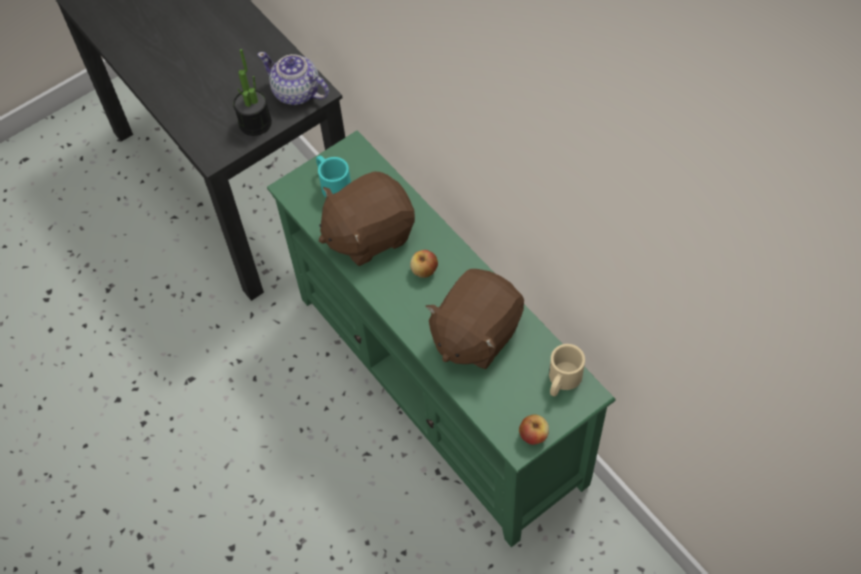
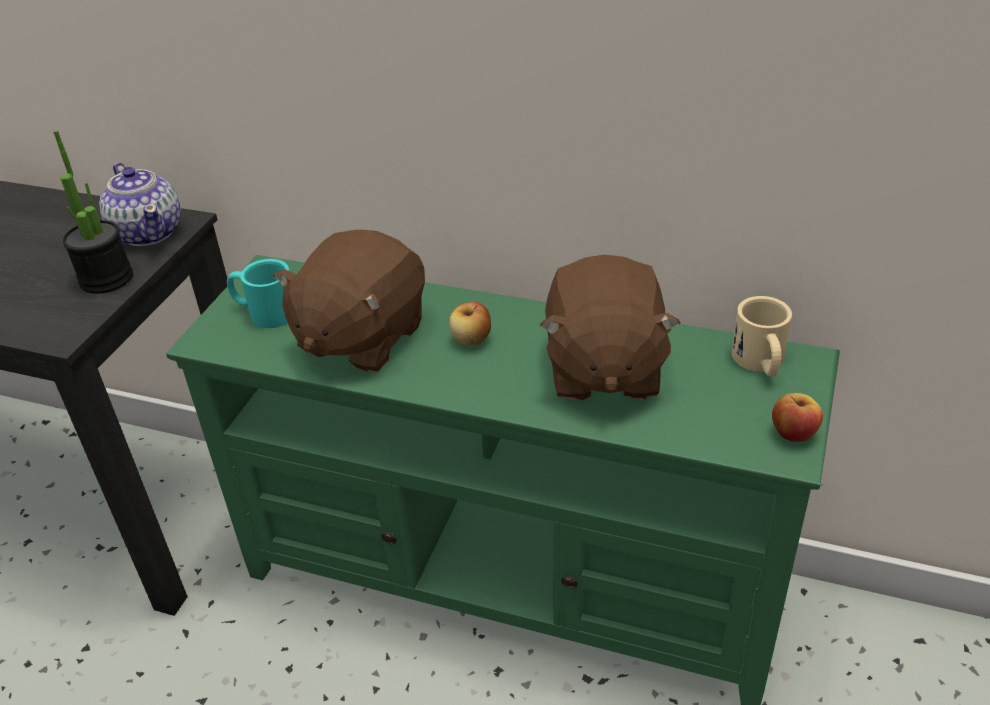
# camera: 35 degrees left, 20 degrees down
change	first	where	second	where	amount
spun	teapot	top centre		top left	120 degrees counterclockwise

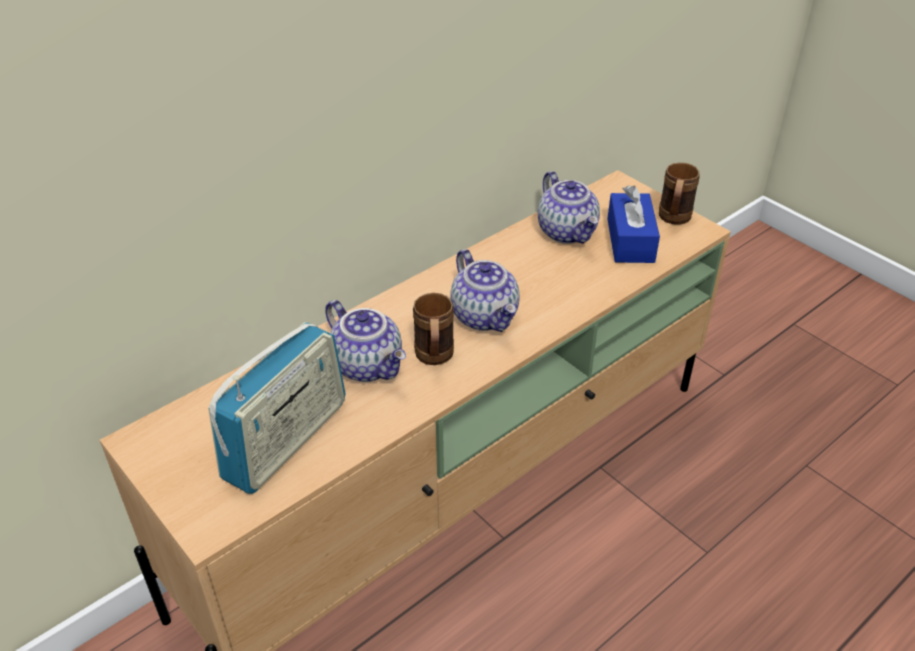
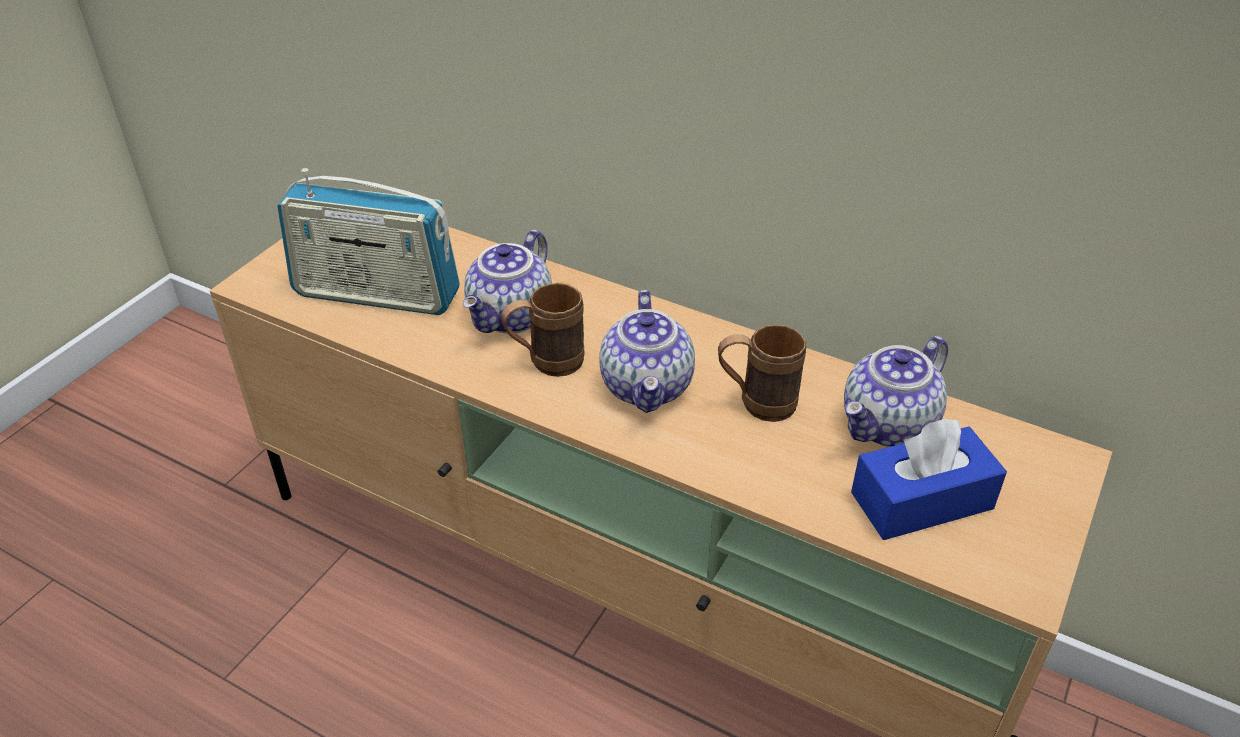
# camera: 70 degrees right, 0 degrees up
change	first	where	second	where	amount
spun	teapot (no. 2 from left)	centre		centre	45 degrees counterclockwise
relocated	mug in brown (no. 2 from left)	top right		centre	

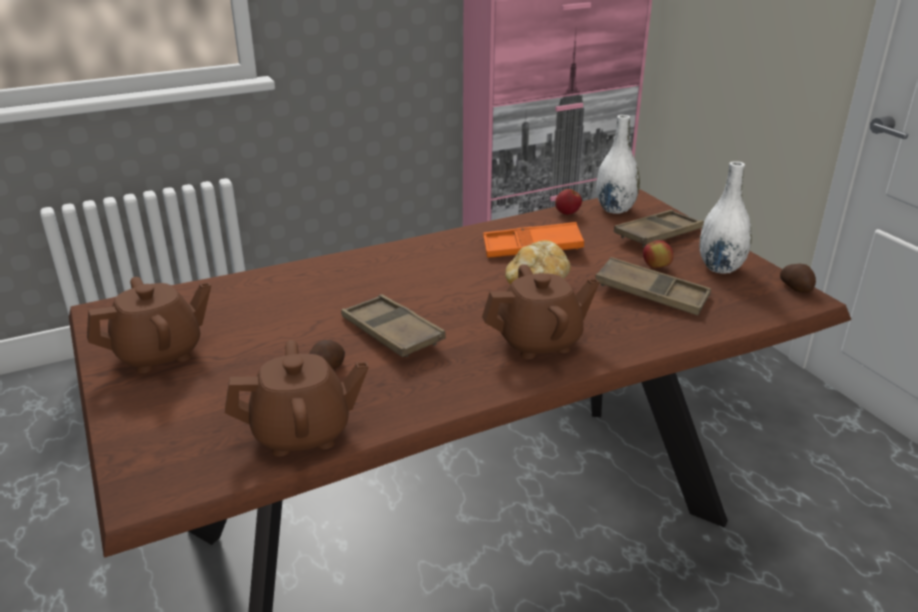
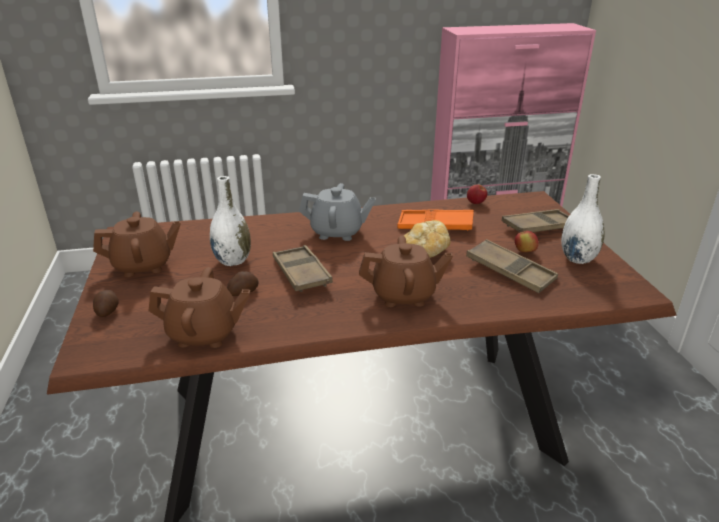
# camera: 15 degrees right, 0 degrees up
change	first	where	second	where	amount
relocated	vase in white (no. 1 from left)	top right		middle left	
relocated	potato (no. 2 from left in the first image)	middle right	potato (no. 1 from left)	middle left	
appeared			teapot in grey	centre	

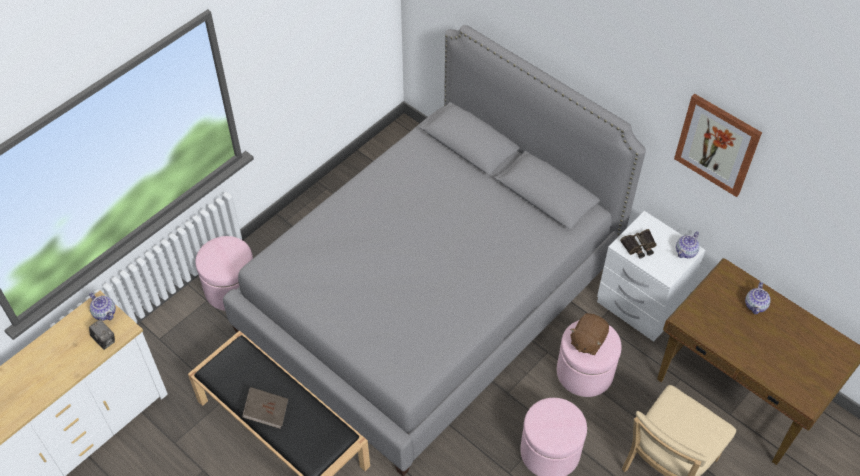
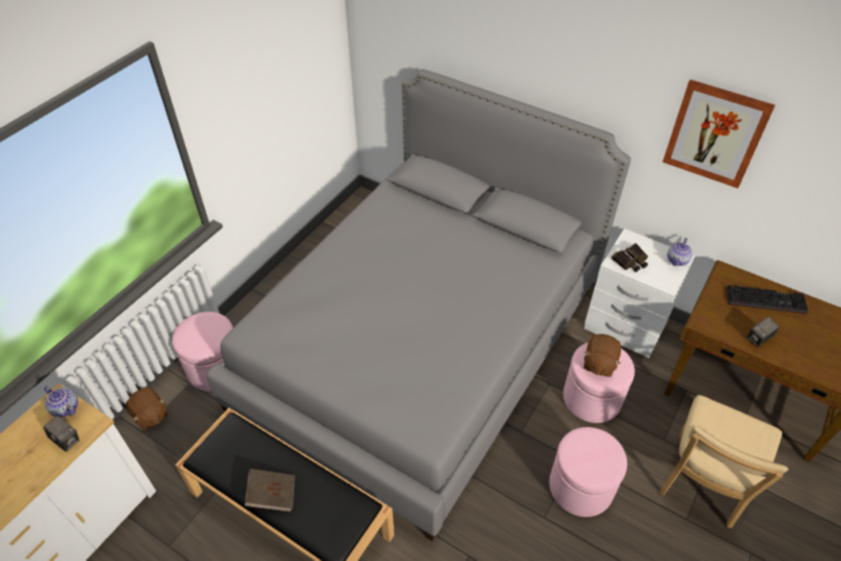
# camera: 10 degrees left, 5 degrees down
change	first	where	second	where	amount
exchanged	teapot (no. 3 from left)	middle right	keyboard	middle right	
appeared			plush toy in brown (no. 1 from left)	bottom left	
appeared			photo camera (no. 2 from left)	middle right	

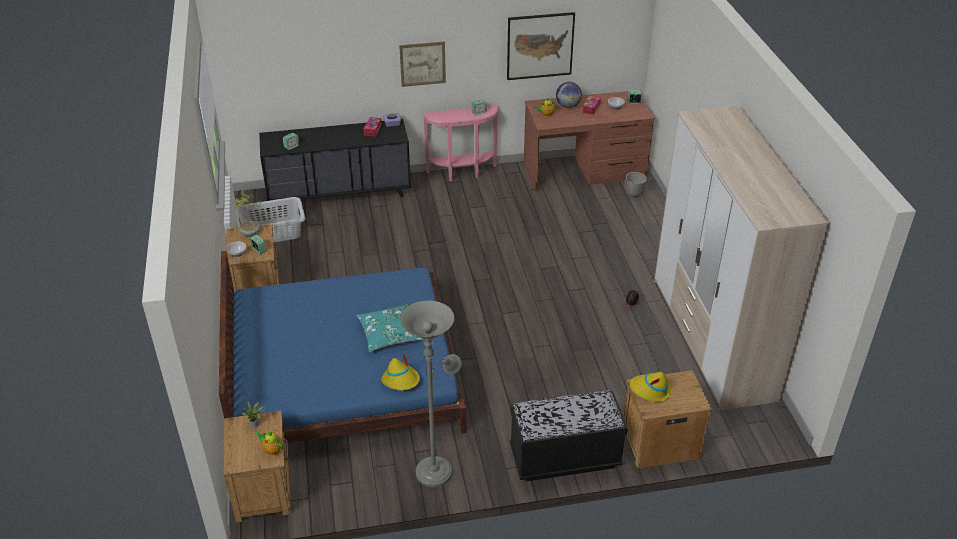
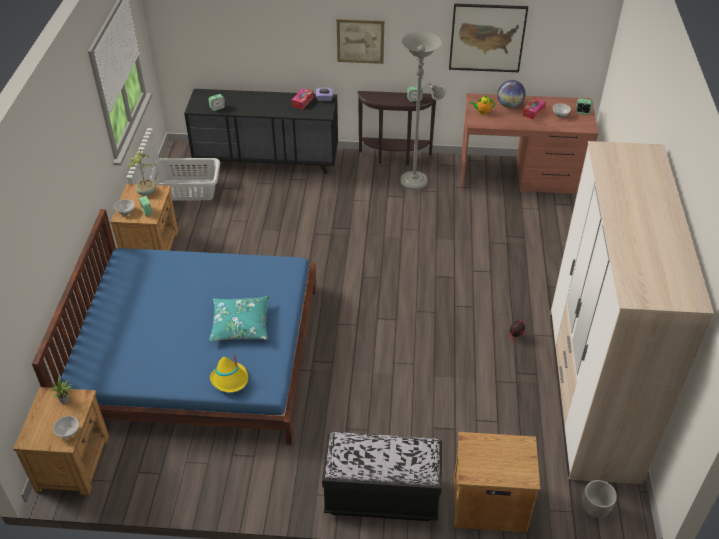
# camera: 15 degrees right, 5 degrees up
change	first	where	second	where	amount
exchanged	teapot (no. 1 from left)	bottom left	bowl (no. 1 from left)	bottom left	
relocated	floor lamp in grey	bottom centre		top centre	
colour	console table in pink	top centre	console table in brown	top centre	
relocated	planter	centre		bottom right	
missing	hat in yellow (no. 2 from left)	bottom right			

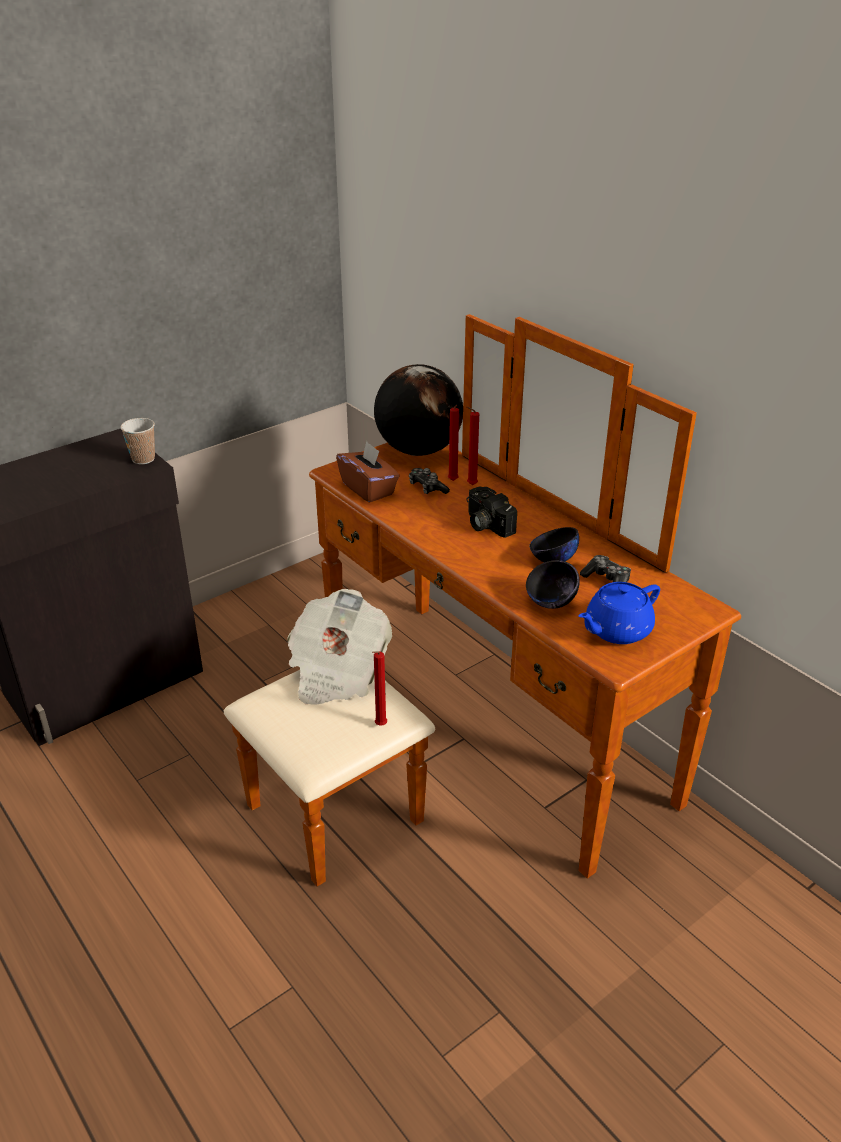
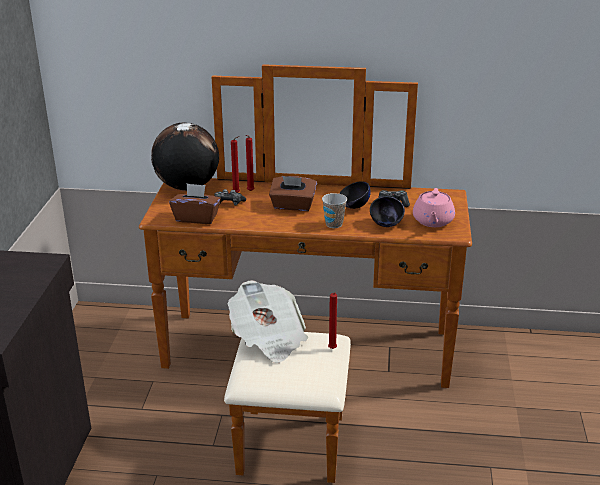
# camera: 45 degrees left, 5 degrees down
change	first	where	second	where	amount
relocated	cup	middle left		centre	
exchanged	photo camera	centre	tissue box in brown (no. 2 from left)	centre	
colour	teapot in blue	middle right	teapot in pink	middle right	

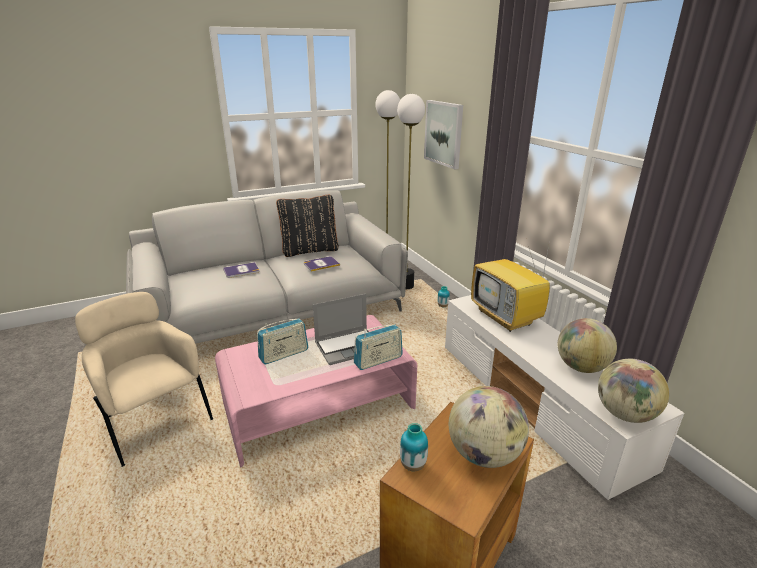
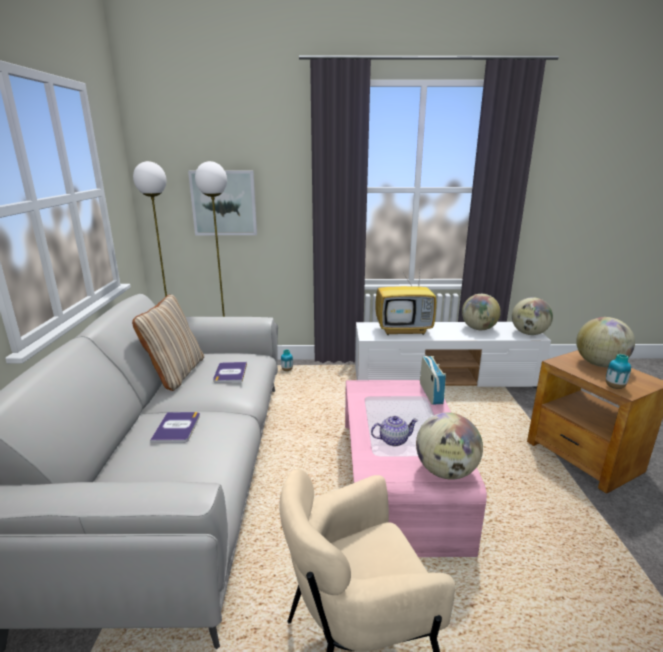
# camera: 65 degrees left, 5 degrees down
change	first	where	second	where	amount
exchanged	radio (no. 1 from left)	centre	teapot	centre	
colour	pillow in black	centre	pillow in beige	middle left	
missing	laptop	centre			
appeared			globe (no. 1 from left)	bottom right	

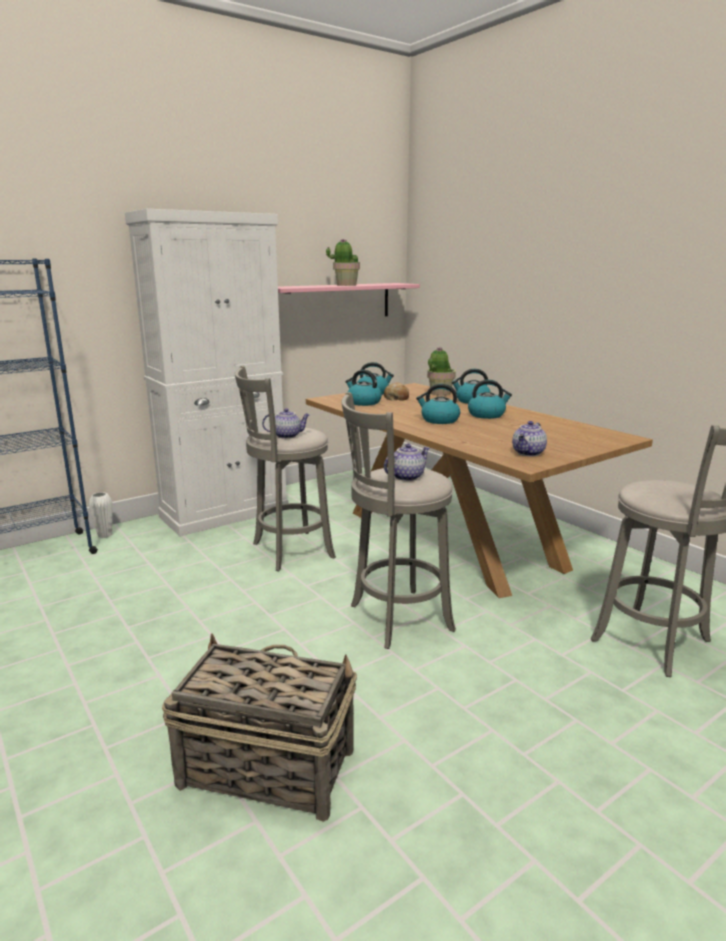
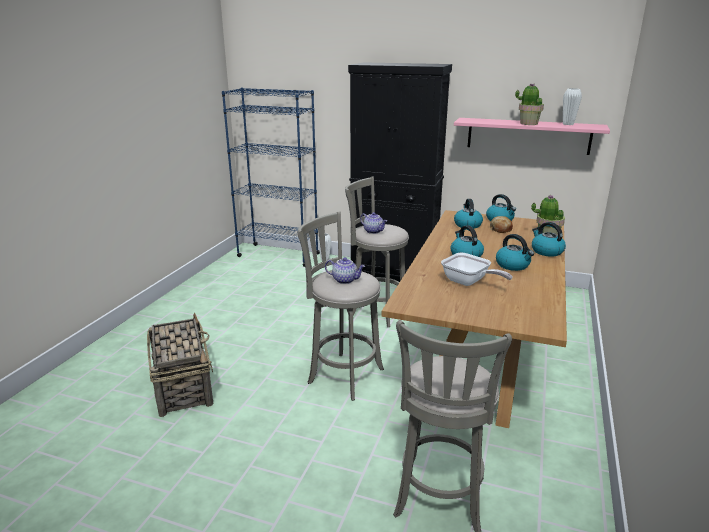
# camera: 55 degrees right, 5 degrees up
change	first	where	second	where	amount
colour	cabinet in white	middle left	cabinet in black	top centre	
missing	teapot (no. 3 from left)	middle right			
appeared			frying pan	middle right	
appeared			vase in white (no. 2 from left)	top right	

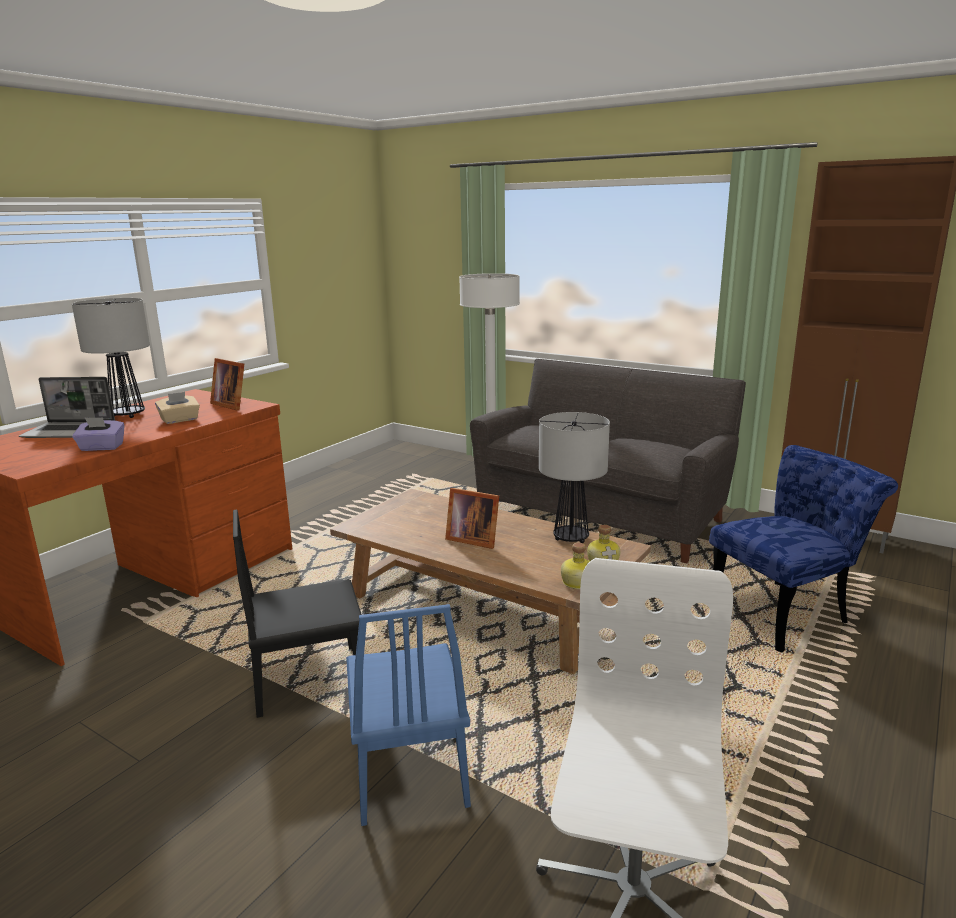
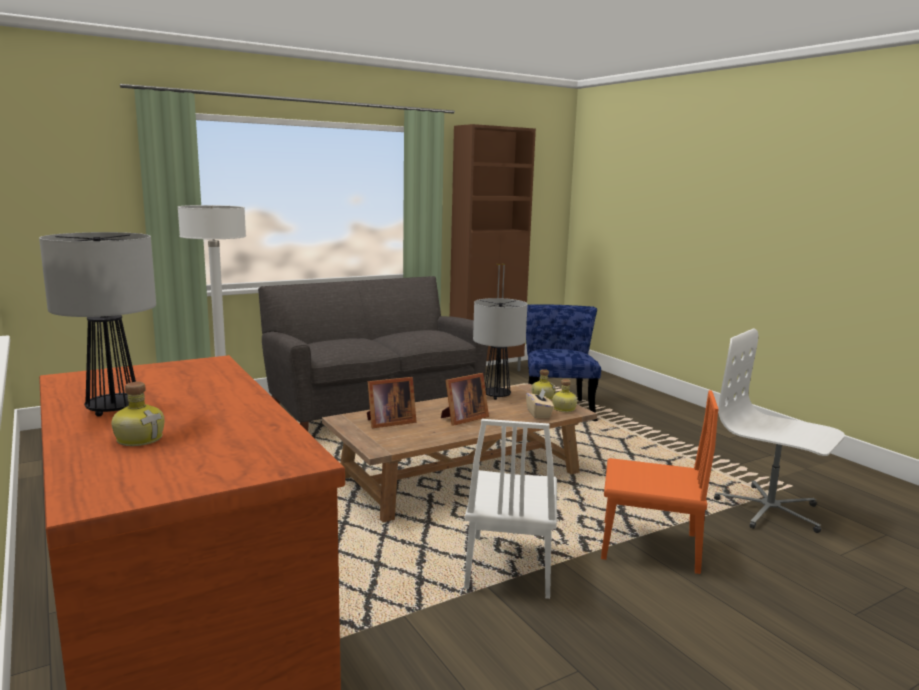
# camera: 65 degrees left, 5 degrees down
change	first	where	second	where	amount
exchanged	laptop	middle left	bottle (no. 1 from left)	middle left	
missing	tissue box in purple	middle left			
relocated	tissue box in beige	middle left		centre	
relocated	picture frame (no. 1 from left)	middle left		centre	
colour	chair in black	bottom left	chair in white	bottom centre	
colour	chair in blue (no. 1 from left)	bottom centre	chair in orange	bottom right	

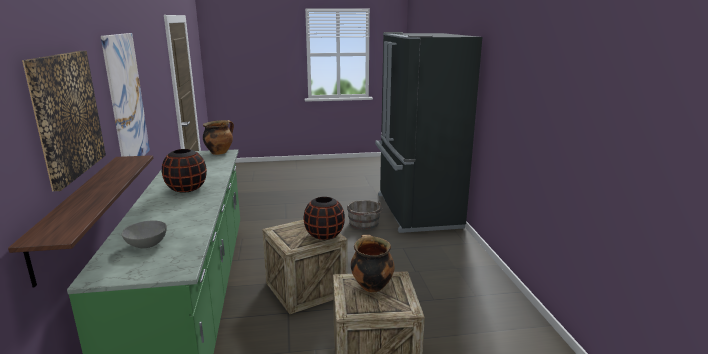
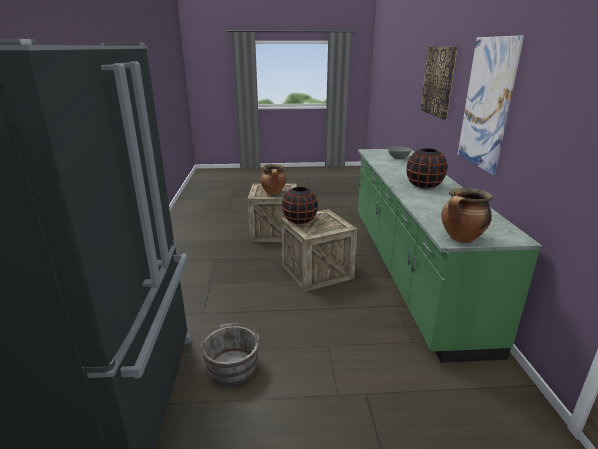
# camera: 175 degrees left, 5 degrees up
change	first	where	second	where	amount
missing	shelf	middle left			

